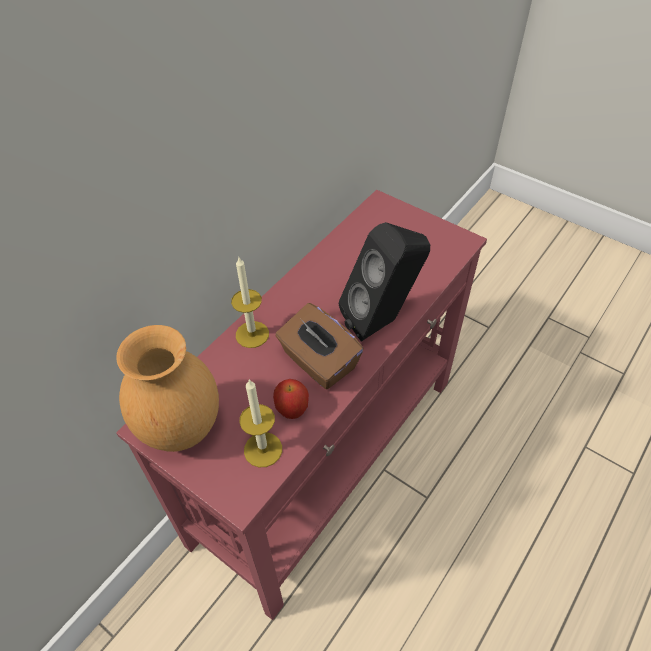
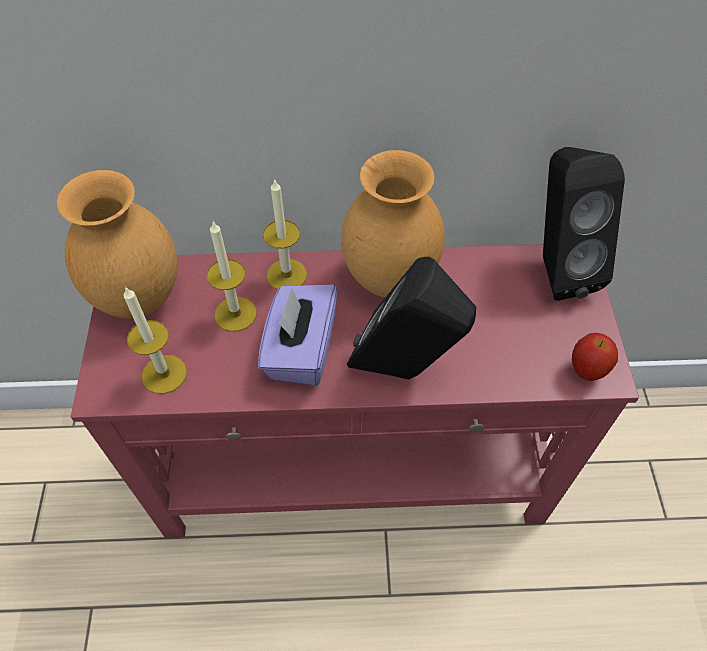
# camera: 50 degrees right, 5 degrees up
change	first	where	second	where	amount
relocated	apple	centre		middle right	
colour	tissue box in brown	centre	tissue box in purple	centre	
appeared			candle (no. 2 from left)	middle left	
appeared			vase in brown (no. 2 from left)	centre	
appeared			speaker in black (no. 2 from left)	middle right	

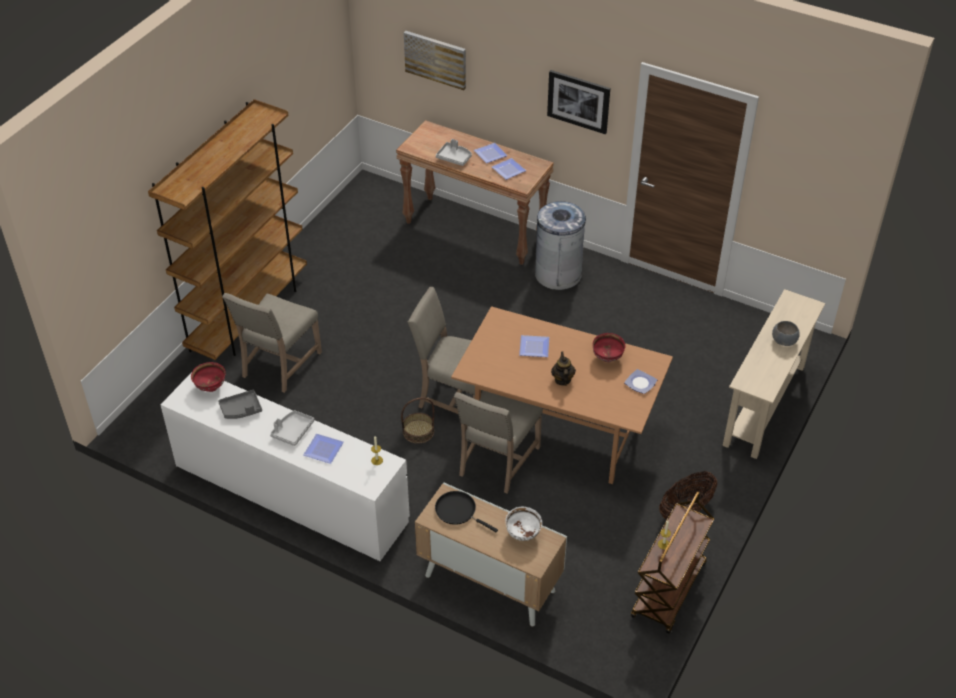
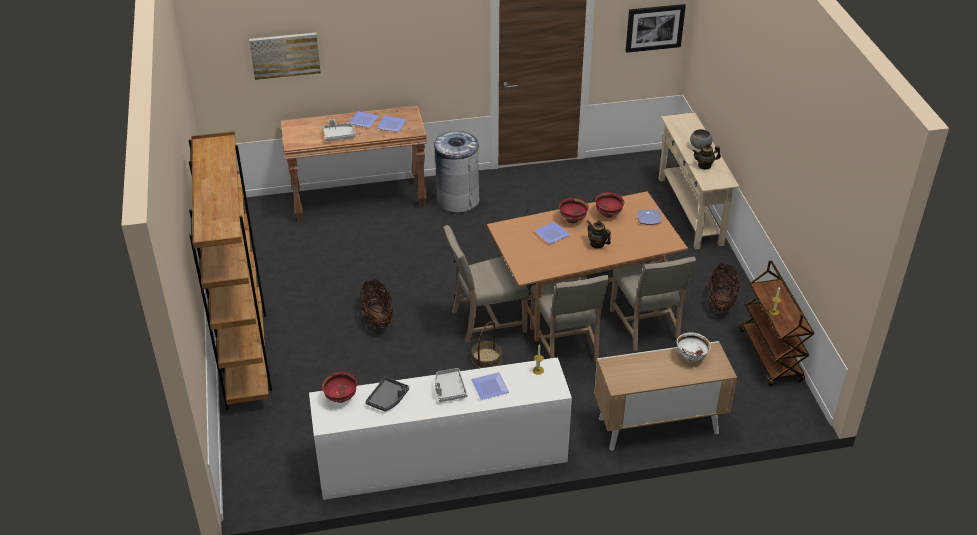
# camera: 40 degrees left, 5 degrees down
change	first	where	second	where	amount
relocated	chair in beige (no. 1 from left in the first image)	middle left	chair in beige (no. 3 from left)	middle right	
missing	frying pan in black	bottom centre			
relocated	picture (no. 2 from left)	top centre		top right	
appeared			basket (no. 1 from left)	centre	
appeared			bowl in red (no. 2 from left)	centre	
appeared			teapot (no. 2 from left)	top right	

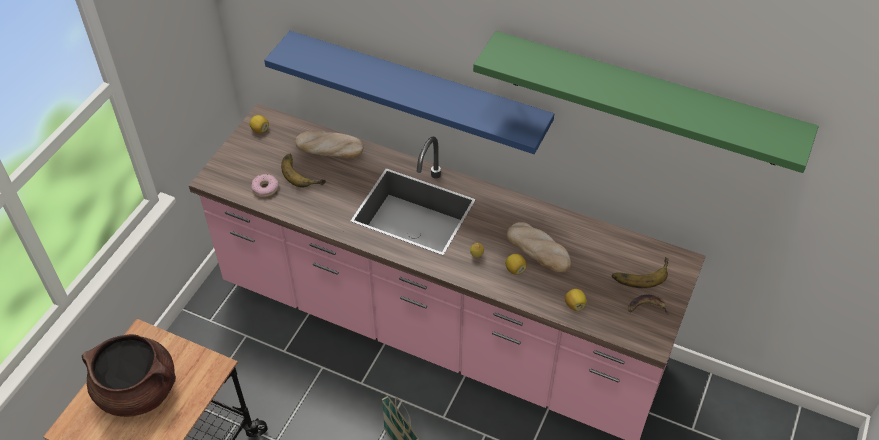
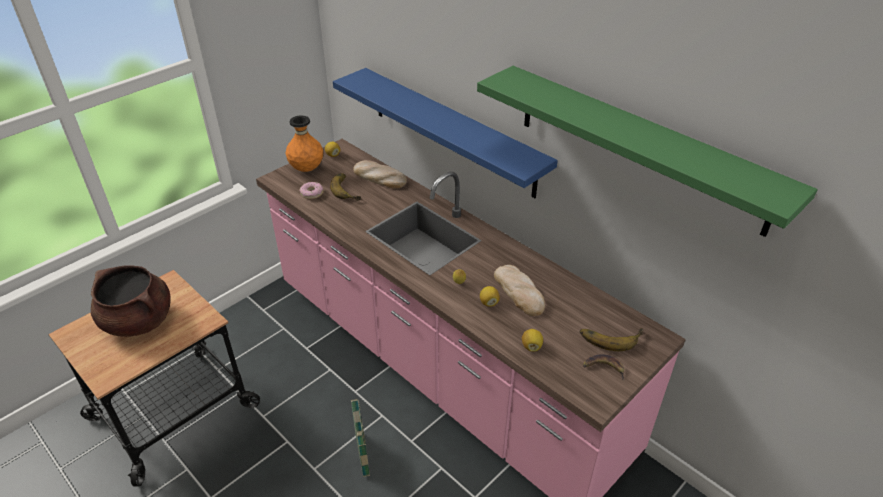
# camera: 20 degrees right, 10 degrees down
change	first	where	second	where	amount
appeared			vase in orange	top centre	

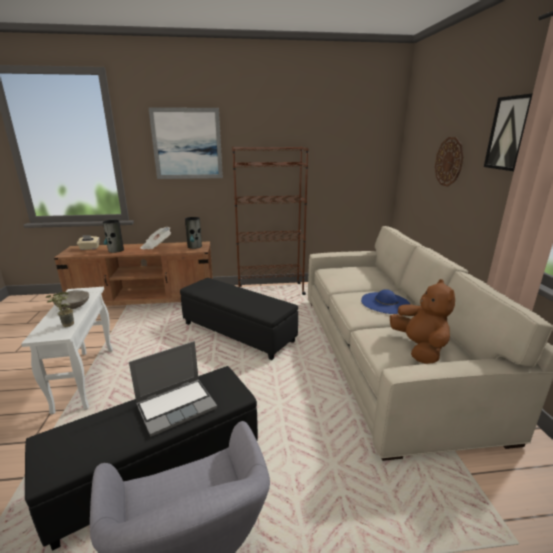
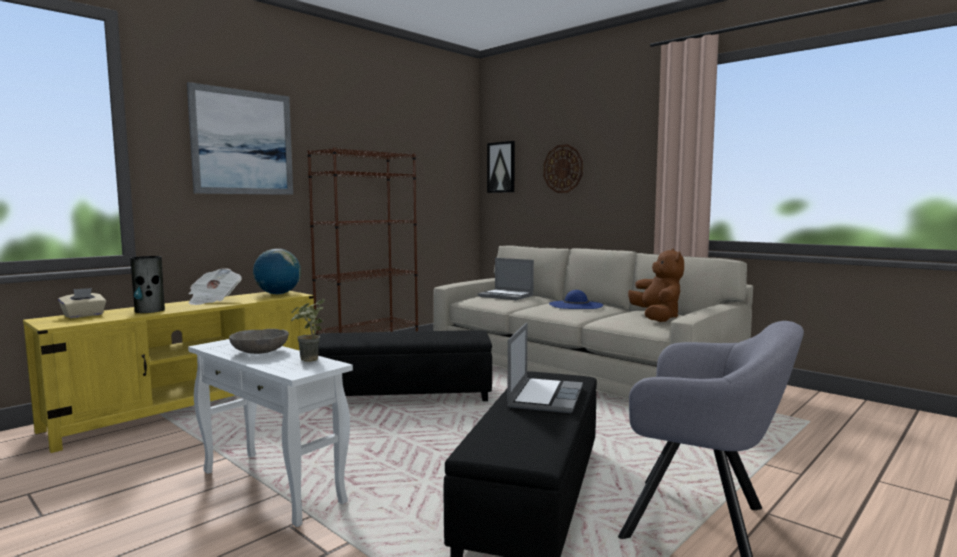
# camera: 40 degrees left, 15 degrees down
change	first	where	second	where	amount
colour	tv stand in brown	middle left	tv stand in yellow	bottom left	
exchanged	vase (no. 2 from left)	centre	globe	middle left	
spun	plush toy in brown	middle right		middle right	45 degrees clockwise
relocated	picture (no. 2 from left)	top right		top centre	
appeared			laptop (no. 1 from left)	centre	

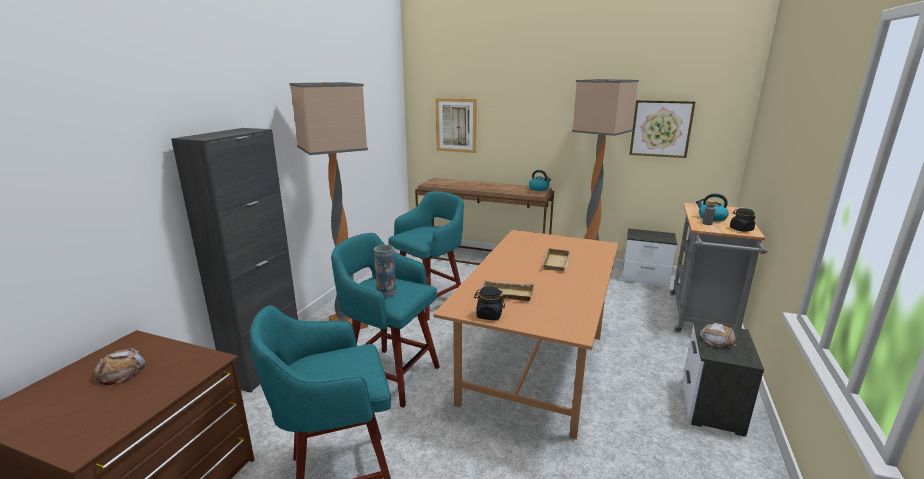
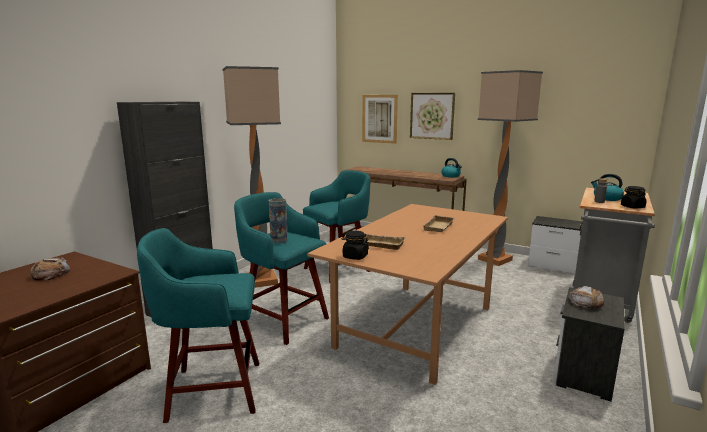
# camera: 10 degrees right, 5 degrees down
change	first	where	second	where	amount
relocated	picture (no. 2 from left)	top right		top centre	

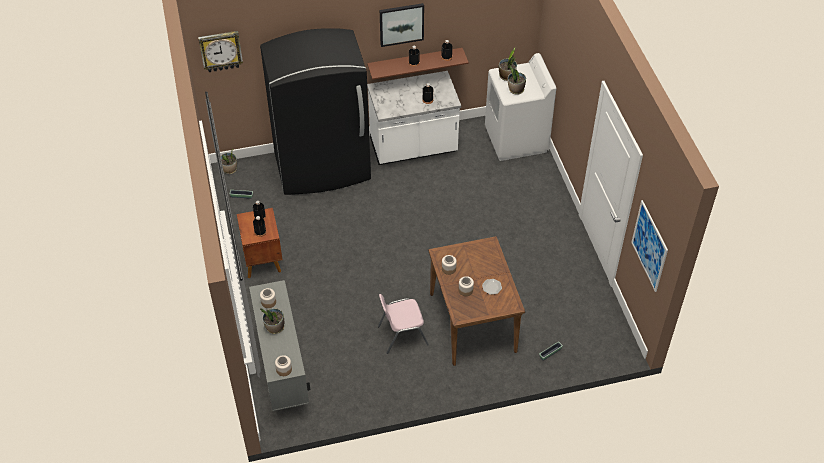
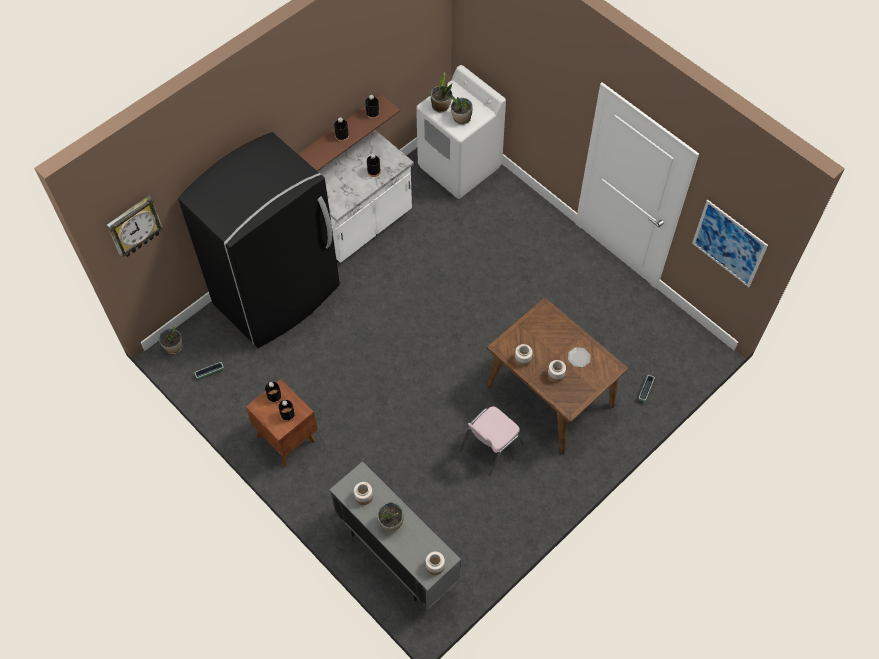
# camera: 30 degrees left, 10 degrees up
change	first	where	second	where	amount
missing	picture (no. 1 from left)	top centre			

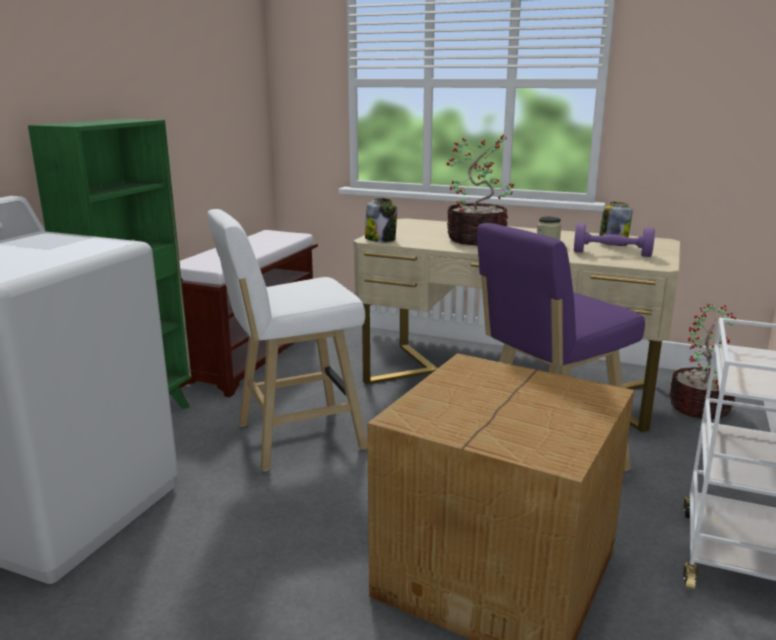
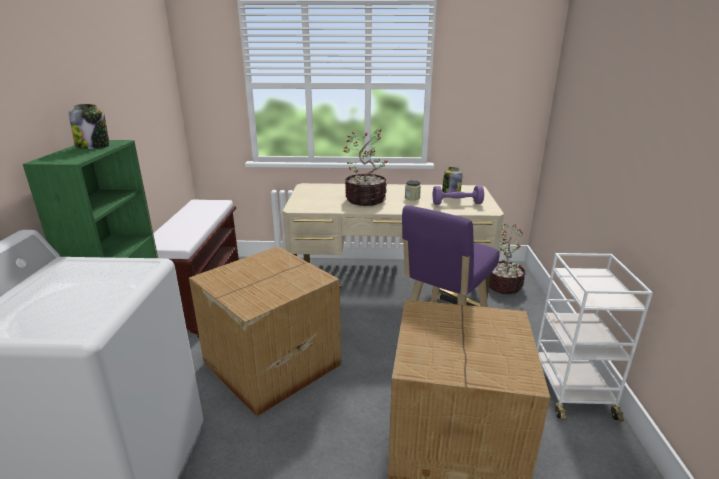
# camera: 20 degrees left, 5 degrees up
change	first	where	second	where	amount
exchanged	stool in white	centre	cardboard box (no. 1 from left)	bottom centre	
relocated	jar (no. 1 from left)	centre		top left	

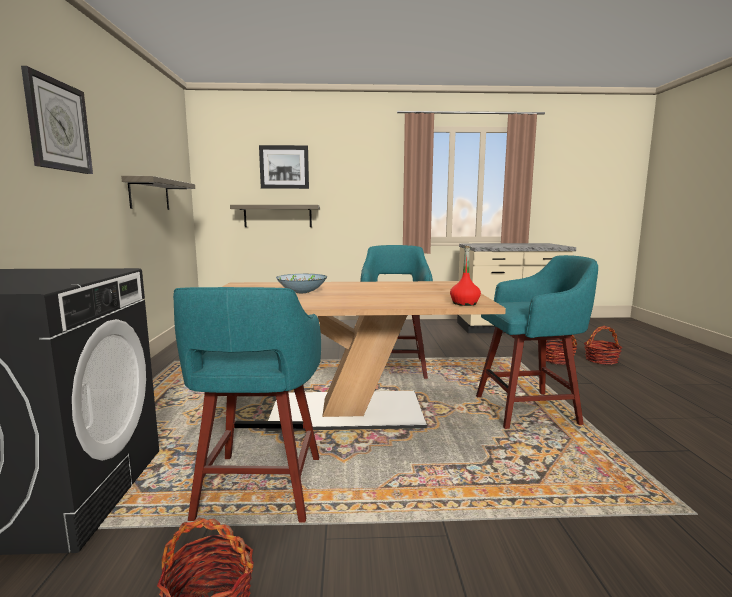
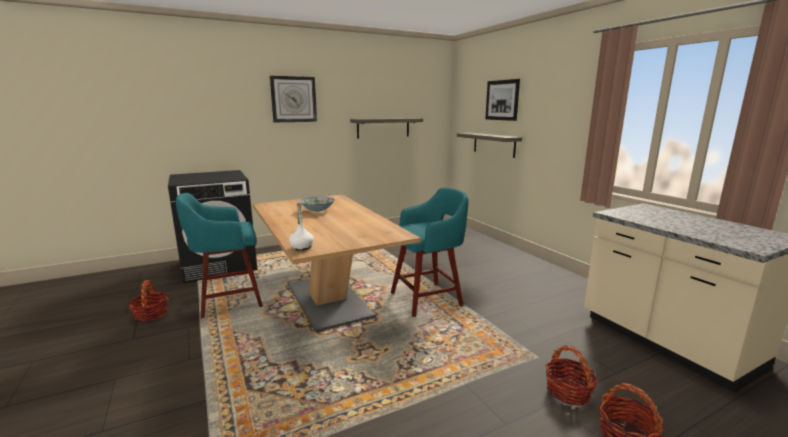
# camera: 65 degrees right, 5 degrees up
change	first	where	second	where	amount
colour	bottle in red	centre	bottle in white	centre	
missing	stool in turquoise (no. 3 from left)	middle right			

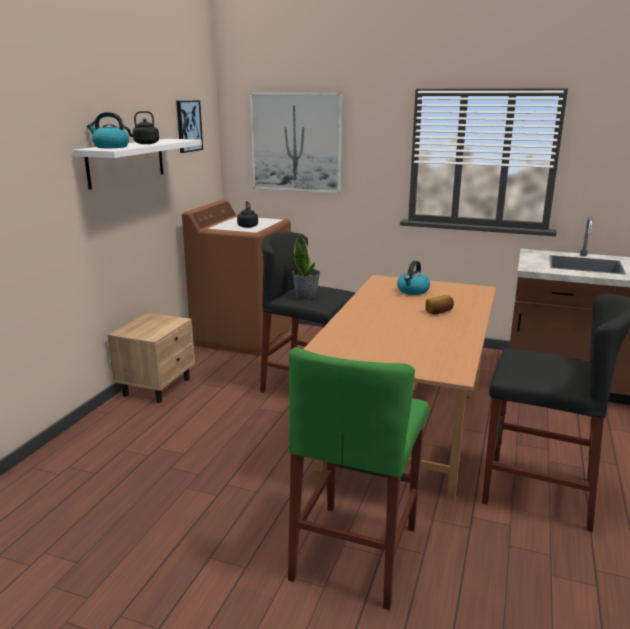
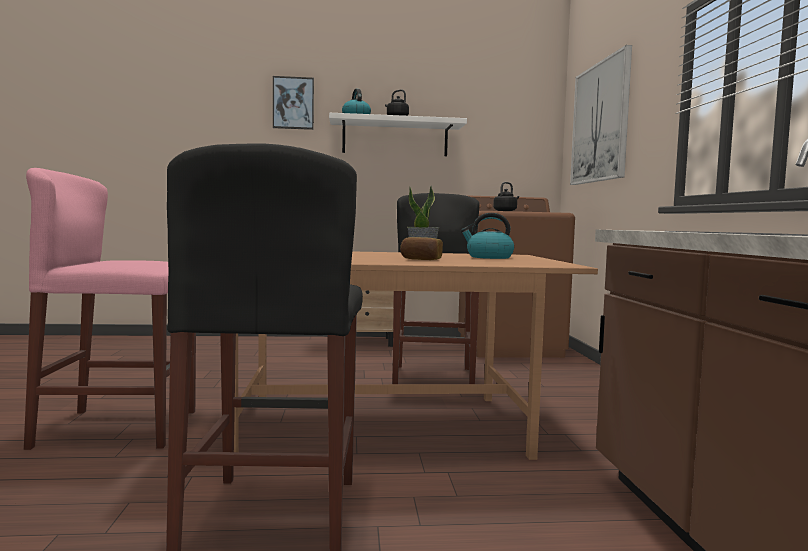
# camera: 65 degrees right, 15 degrees down
change	first	where	second	where	amount
relocated	picture (no. 1 from left)	top left		top centre	
colour	stool in green	bottom centre	stool in pink	middle left	

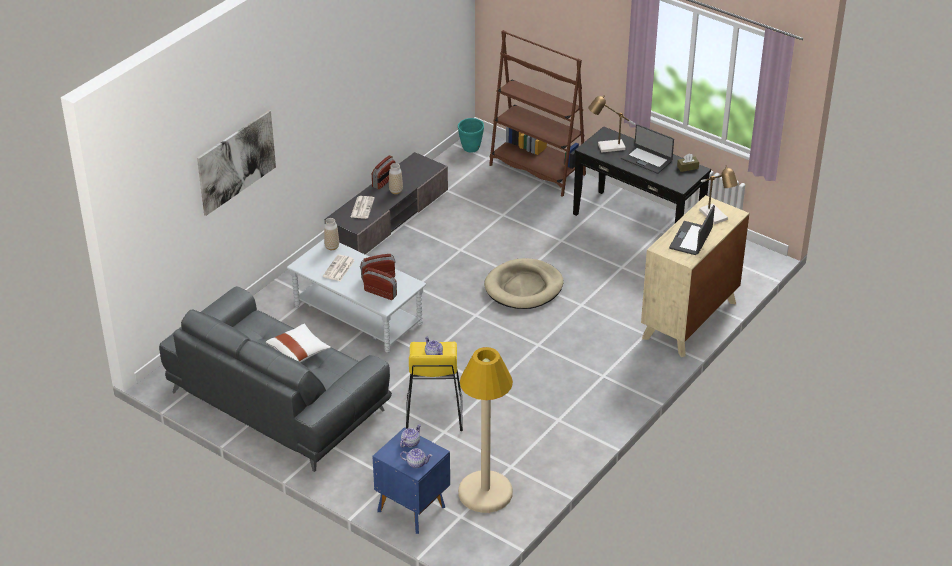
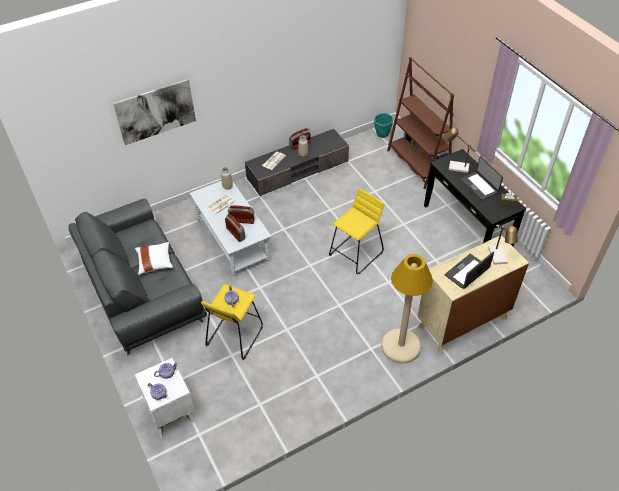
# camera: 25 degrees right, 10 degrees up
change	first	where	second	where	amount
colour	nightstand in blue	bottom centre	nightstand in white	bottom left	
relocated	floor lamp in beige	bottom centre		centre	
exchanged	dog bed in beige	centre	stool in yellow (no. 2 from left)	centre	

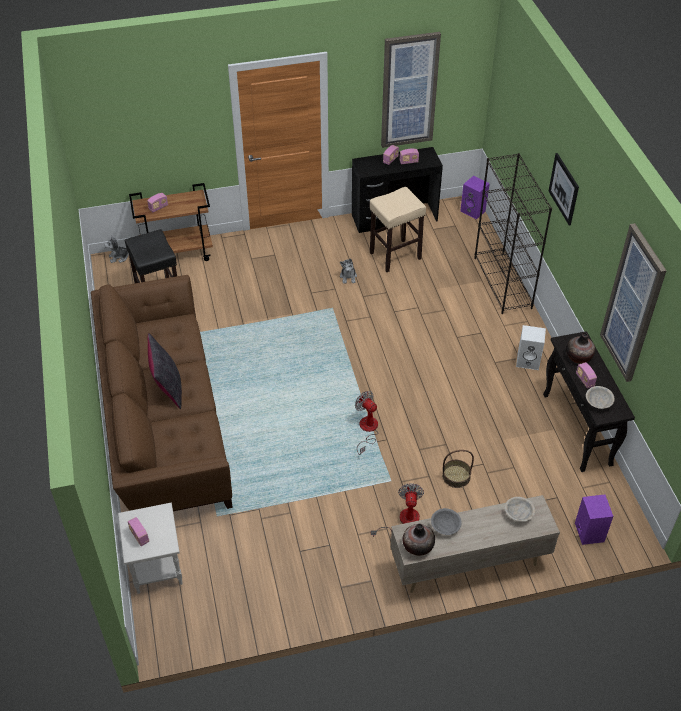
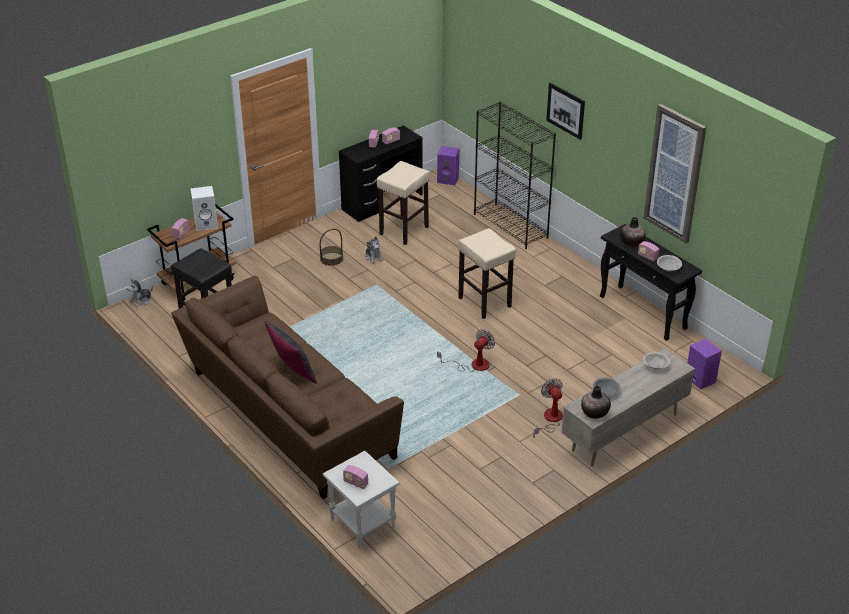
# camera: 25 degrees left, 10 degrees down
change	first	where	second	where	amount
spun	fan (no. 1 from left)	centre		centre	105 degrees clockwise
missing	picture (no. 1 from left)	top centre			
relocated	basket	middle right		centre	
relocated	speaker in white	middle right		middle left	
appeared			stool in beige (no. 2 from left)	centre	

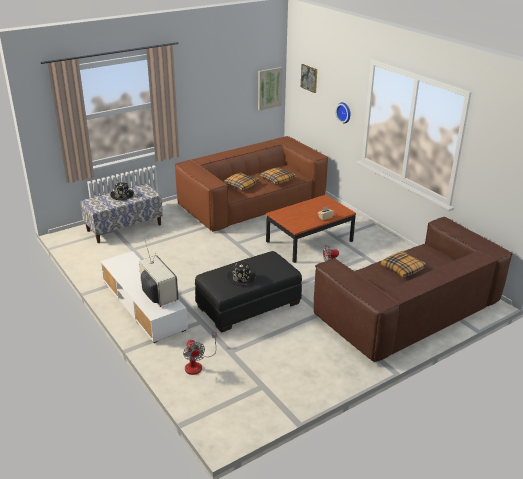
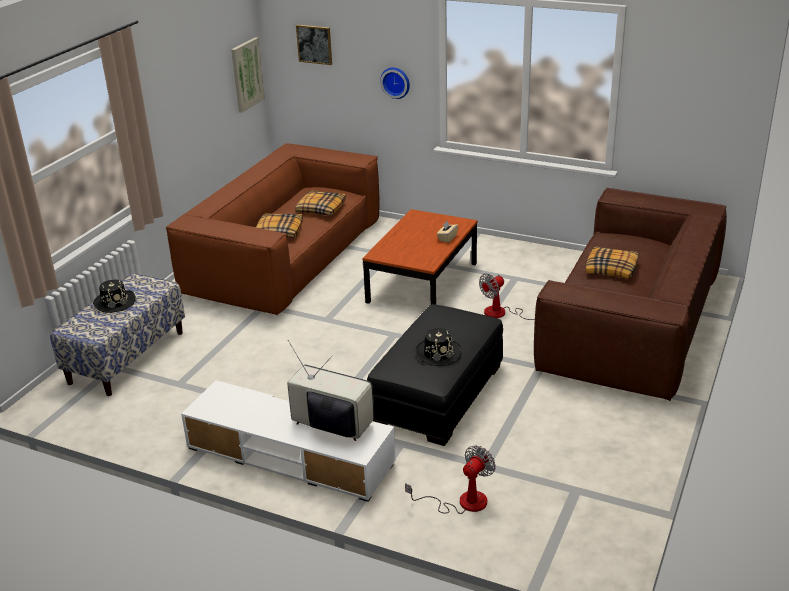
# camera: 30 degrees left, 0 degrees up
change	first	where	second	where	amount
spun	fan (no. 1 from left)	bottom centre		bottom centre	90 degrees counterclockwise

